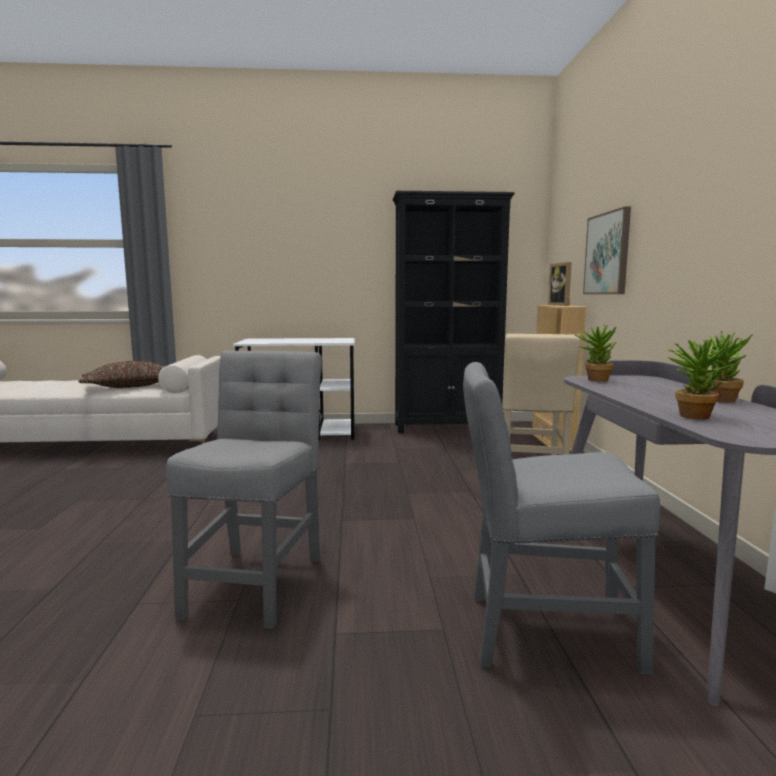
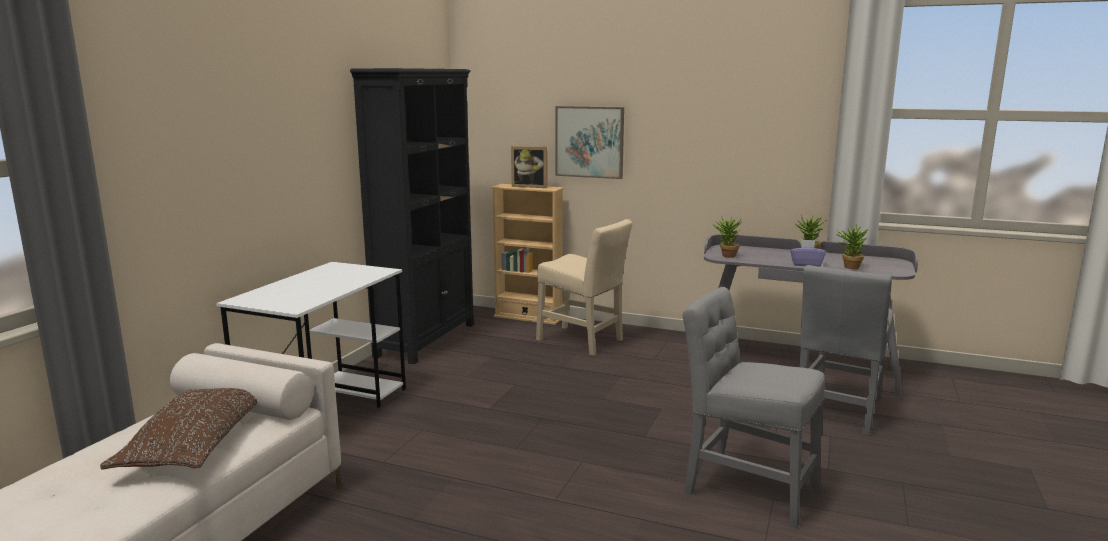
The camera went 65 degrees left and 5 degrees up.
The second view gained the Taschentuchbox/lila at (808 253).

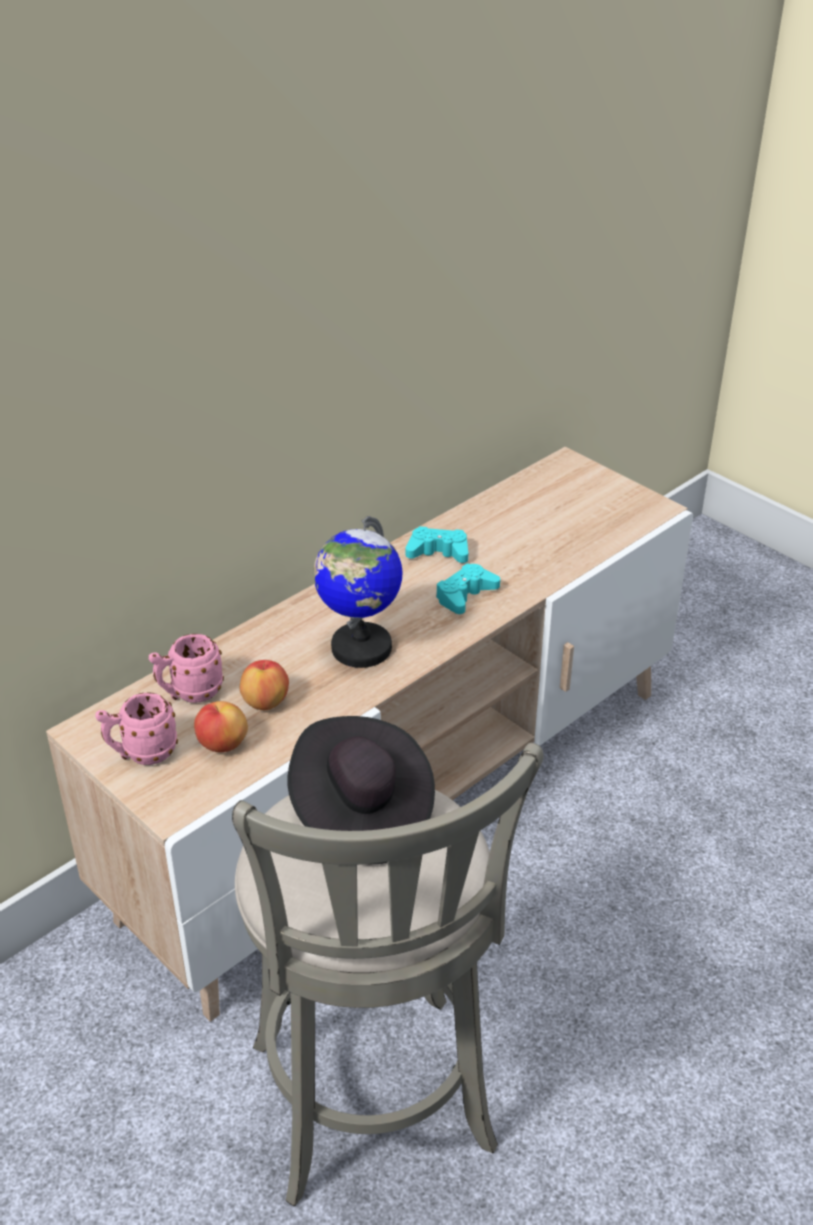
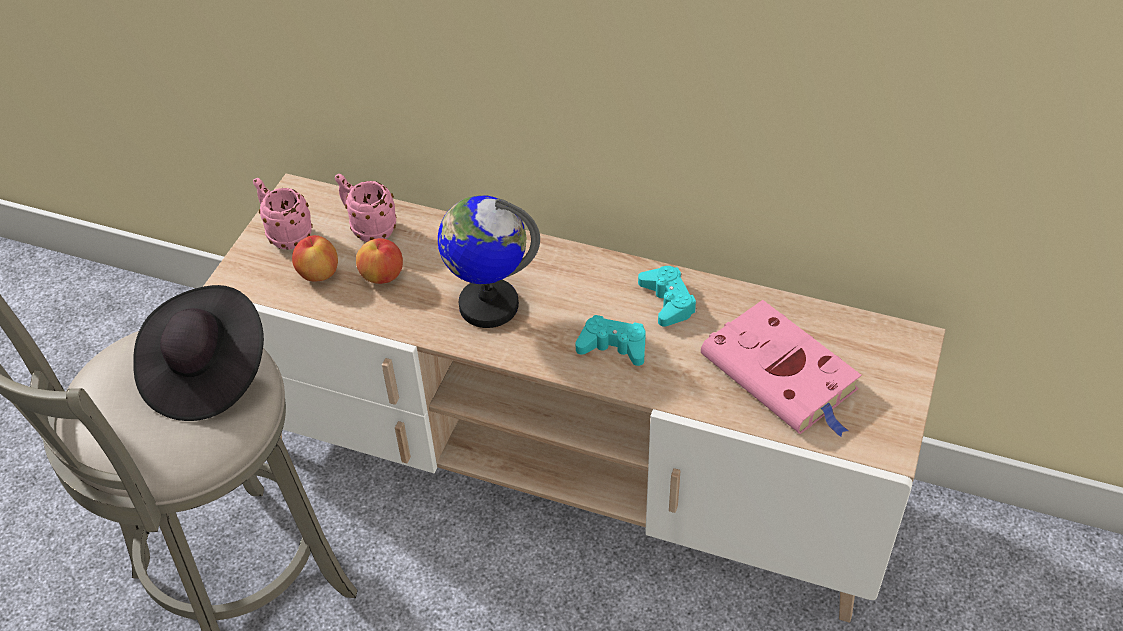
The camera went 65 degrees right and 10 degrees up.
The second view gained the Buch/rosa at (781 368).

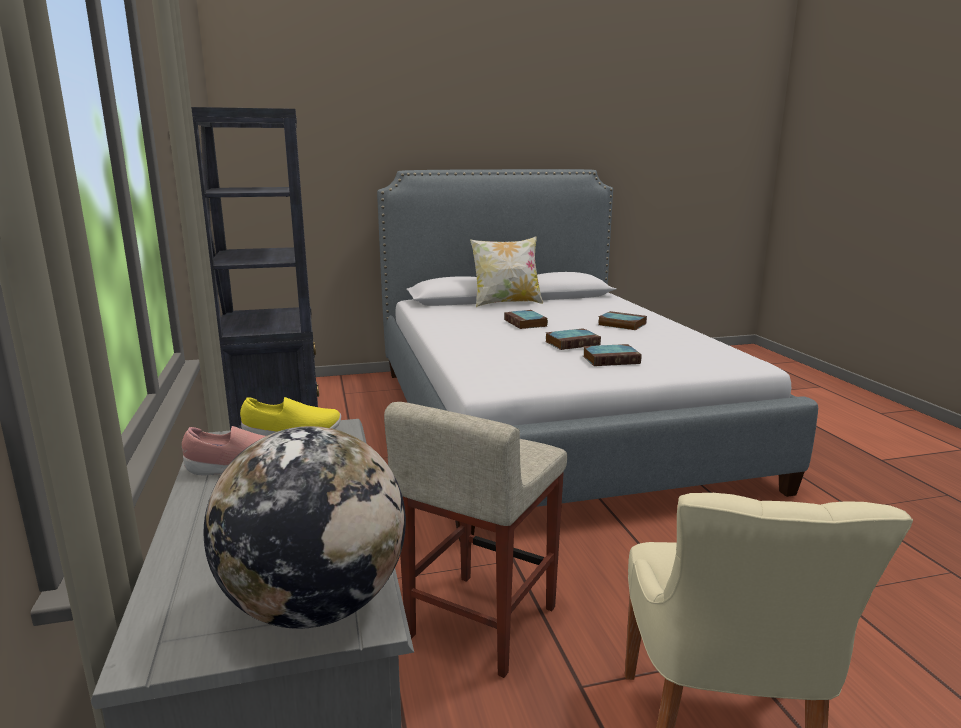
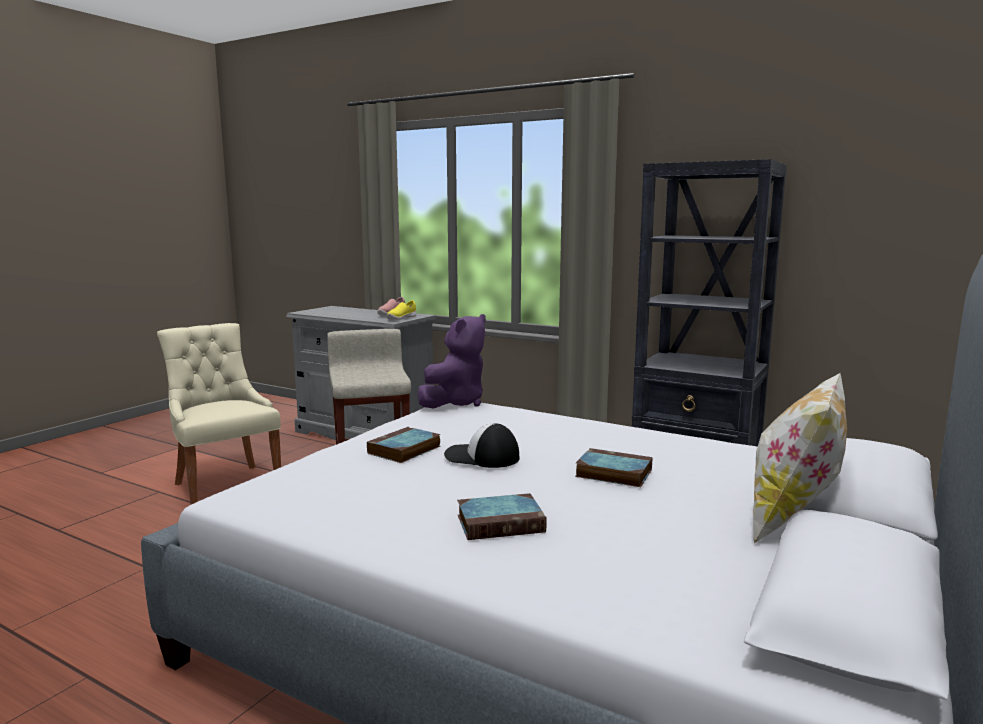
The camera went 135 degrees right and 5 degrees down.
Where the Buch stood at (573 339), the Kappe came to stand at (481 446).
The second view lost the Globus at (305 527).
The second view gained the Plüschtier/lila at (451 361).

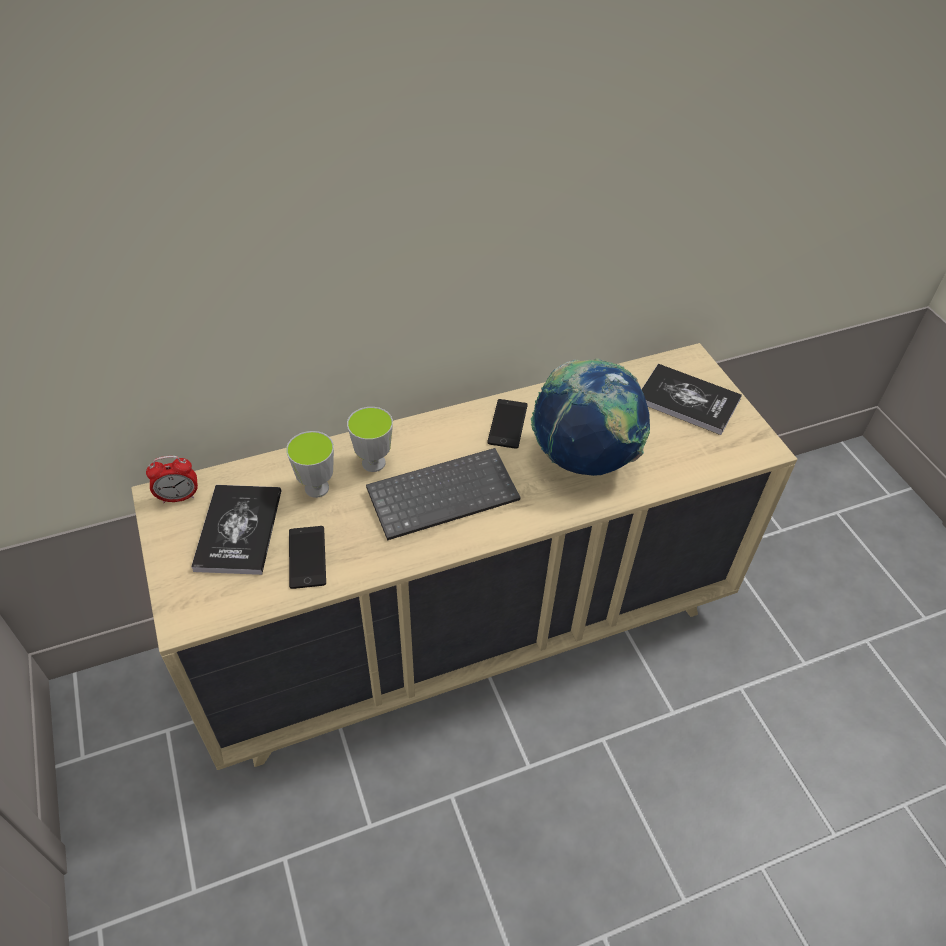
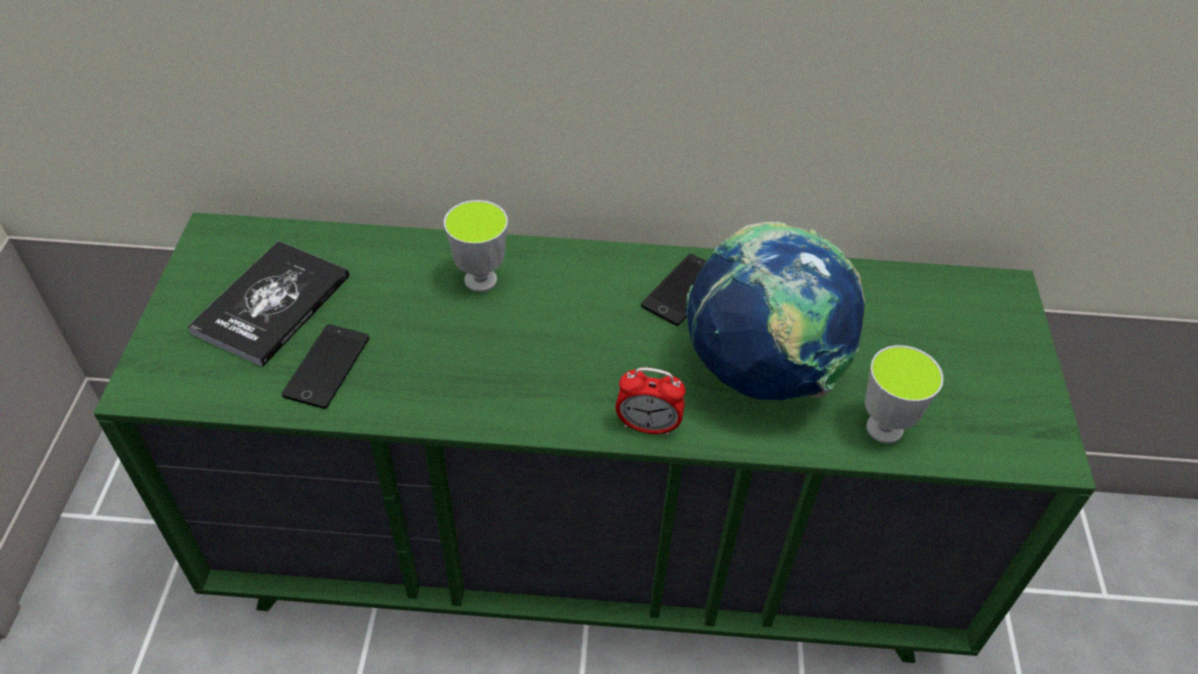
The camera went 25 degrees right and 0 degrees up.
What was the Kommode/beige at (464 556) turned into the Kommode/grün at (595 437).
The second view lost the Buch at (691 399).
The Tasse ended up elsewhere, having gone from (310 464) to (904 394).
The second view lost the Tastatur at (443 494).
The Wecker ended up elsewhere, having gone from (172 479) to (650 401).

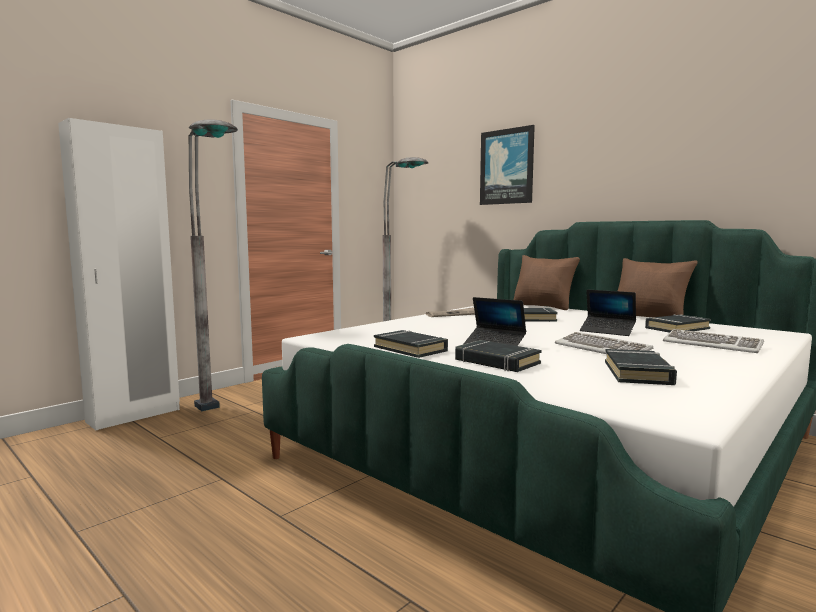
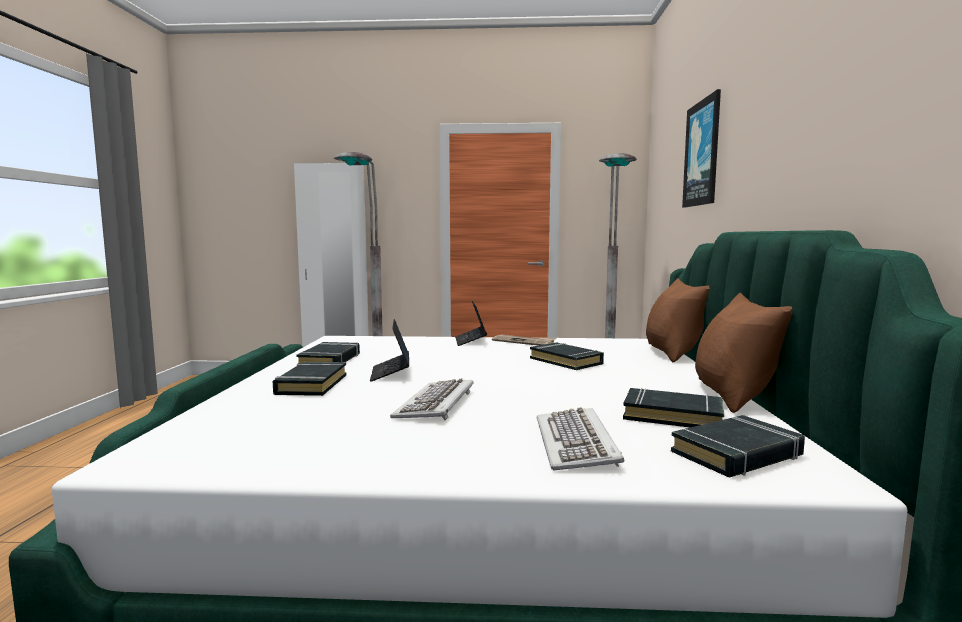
The camera went 50 degrees right and 0 degrees up.
The Laptop ended up elsewhere, having gone from (608 313) to (471 323).
The Buch/schwarz ended up elsewhere, having gone from (641 367) to (738 446).

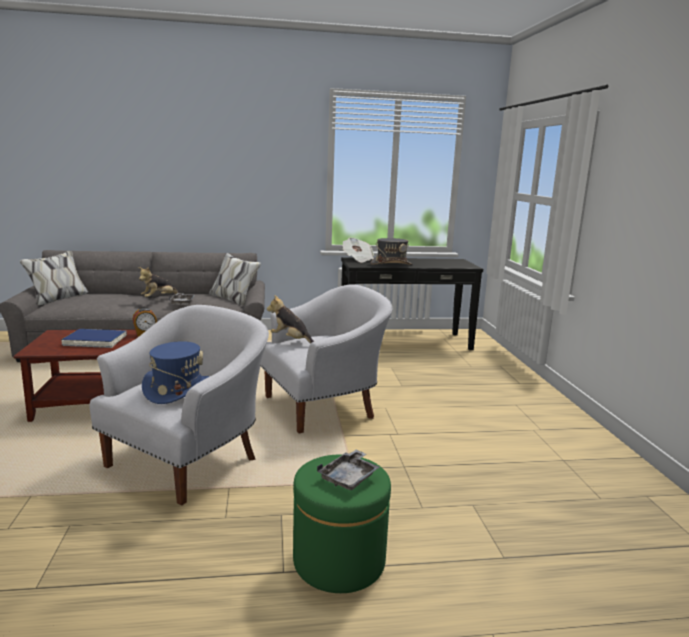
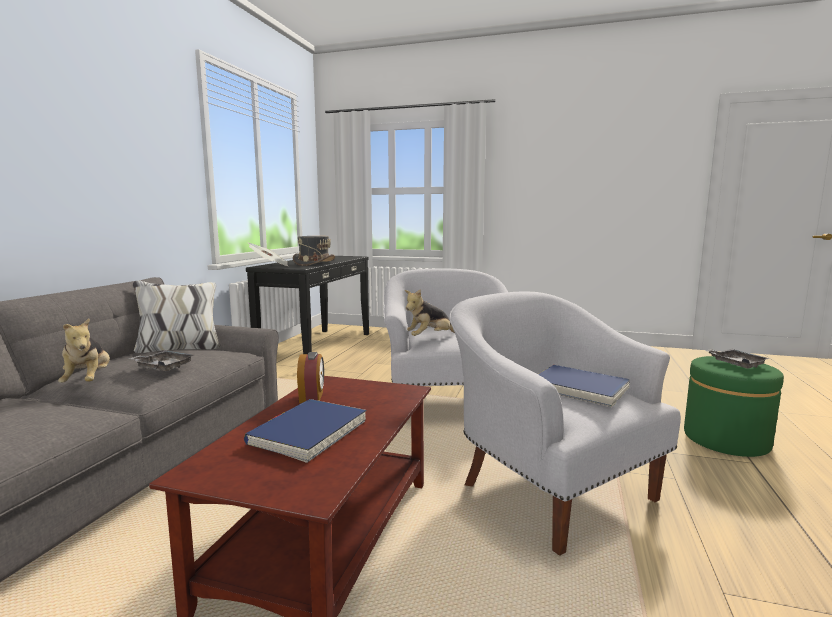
The camera went 65 degrees left and 5 degrees down.
Where the Hut/blau stood at (176 372), the Buch/blau came to stand at (584 386).

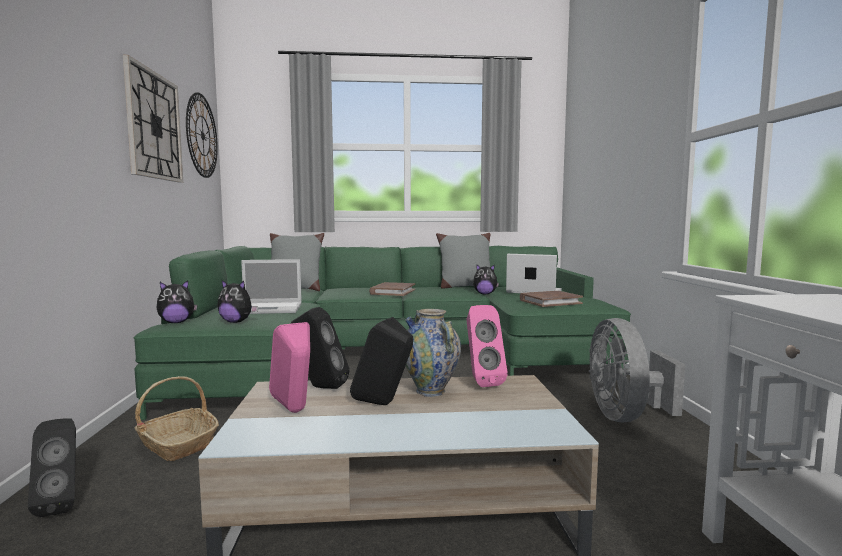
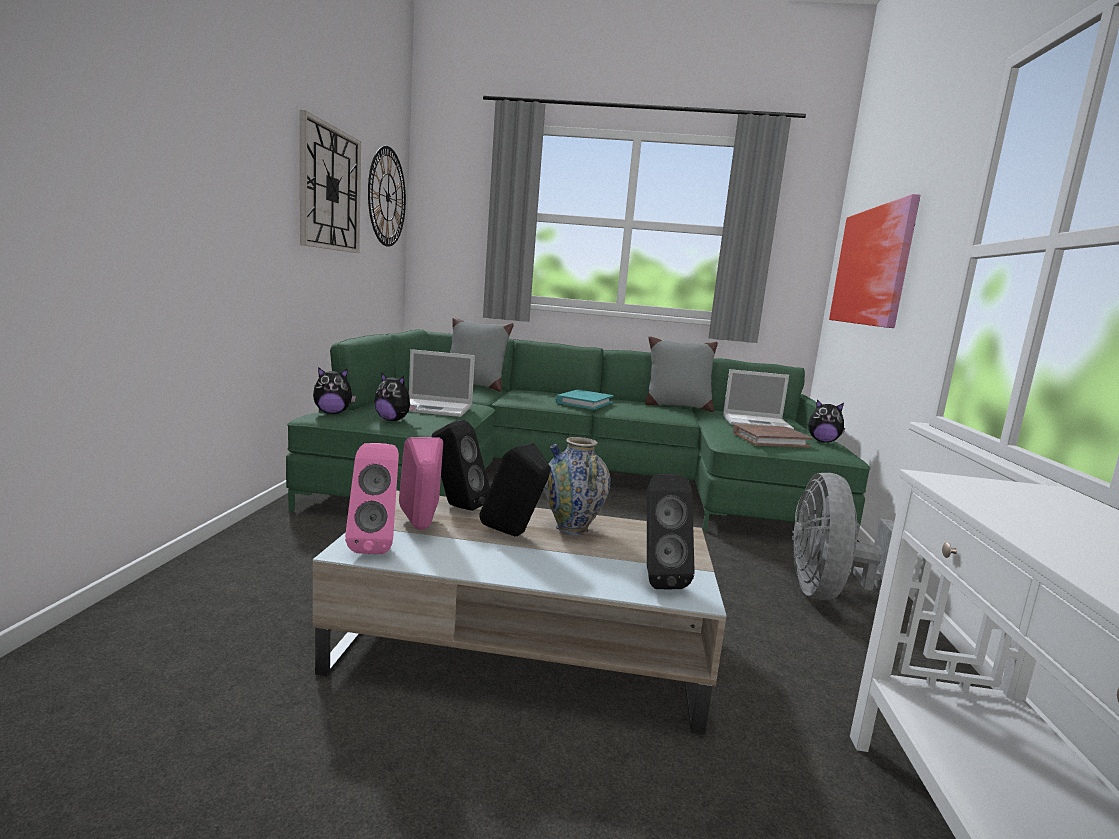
The camera went 10 degrees right and 5 degrees up.
The Laptop at (534 273) ended up facing another way, 150 degrees clockwise from before.
The Plüschtier ended up elsewhere, having gone from (486 279) to (827 420).
What was the Buch/braun at (392 289) turned into the Buch/türkis at (585 400).
The Lautsprecher/rosa ended up elsewhere, having gone from (487 346) to (372 498).
The second view lost the Korb at (177 418).
The Lautsprecher/schwarz ended up elsewhere, having gone from (52 468) to (671 531).
The second view gained the Bild at (874 261).

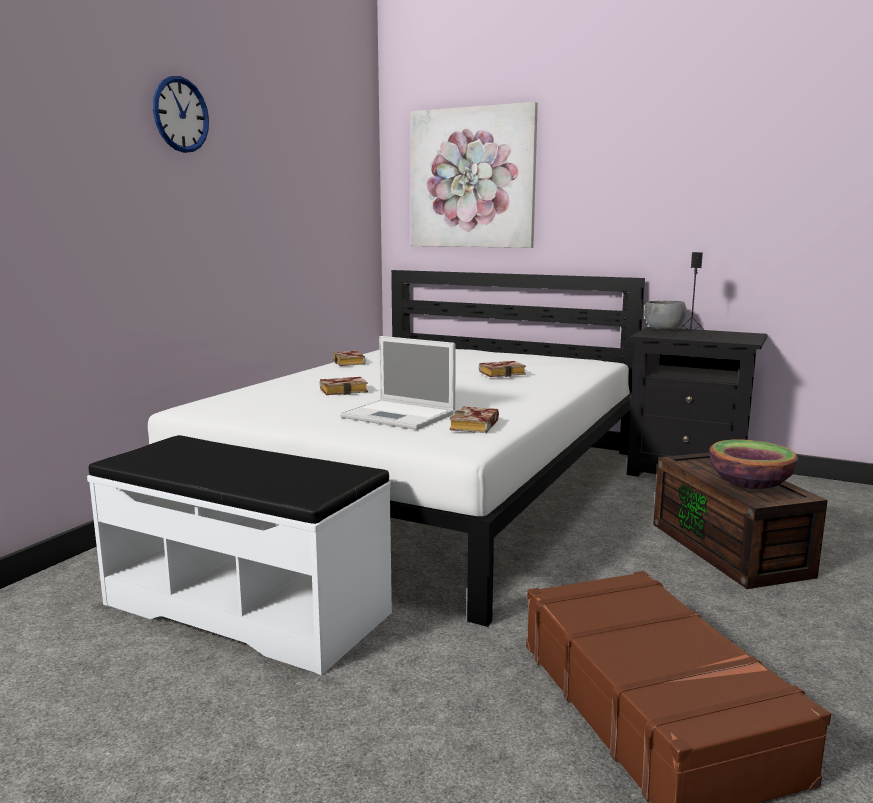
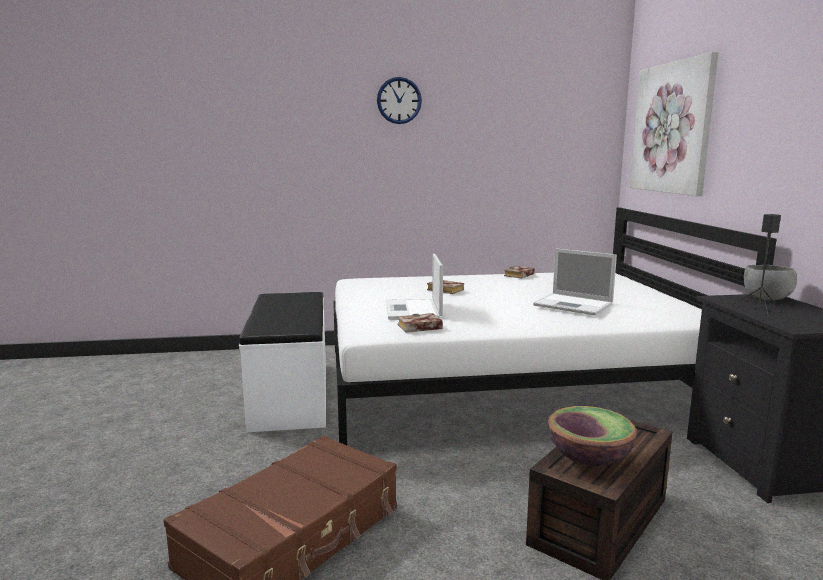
The camera went 55 degrees right and 0 degrees up.
Where the Buch stood at (502 369), the Laptop came to stand at (575 282).

